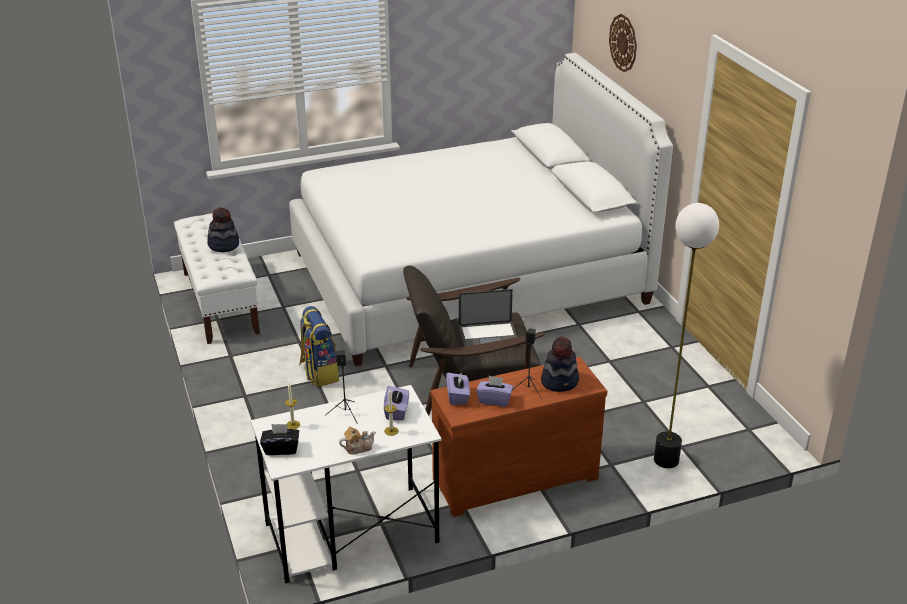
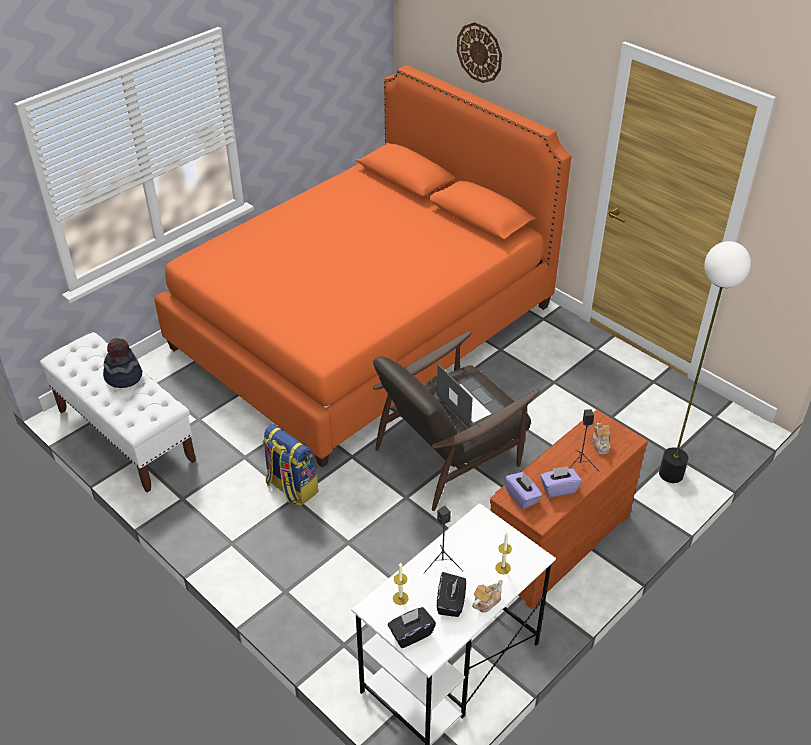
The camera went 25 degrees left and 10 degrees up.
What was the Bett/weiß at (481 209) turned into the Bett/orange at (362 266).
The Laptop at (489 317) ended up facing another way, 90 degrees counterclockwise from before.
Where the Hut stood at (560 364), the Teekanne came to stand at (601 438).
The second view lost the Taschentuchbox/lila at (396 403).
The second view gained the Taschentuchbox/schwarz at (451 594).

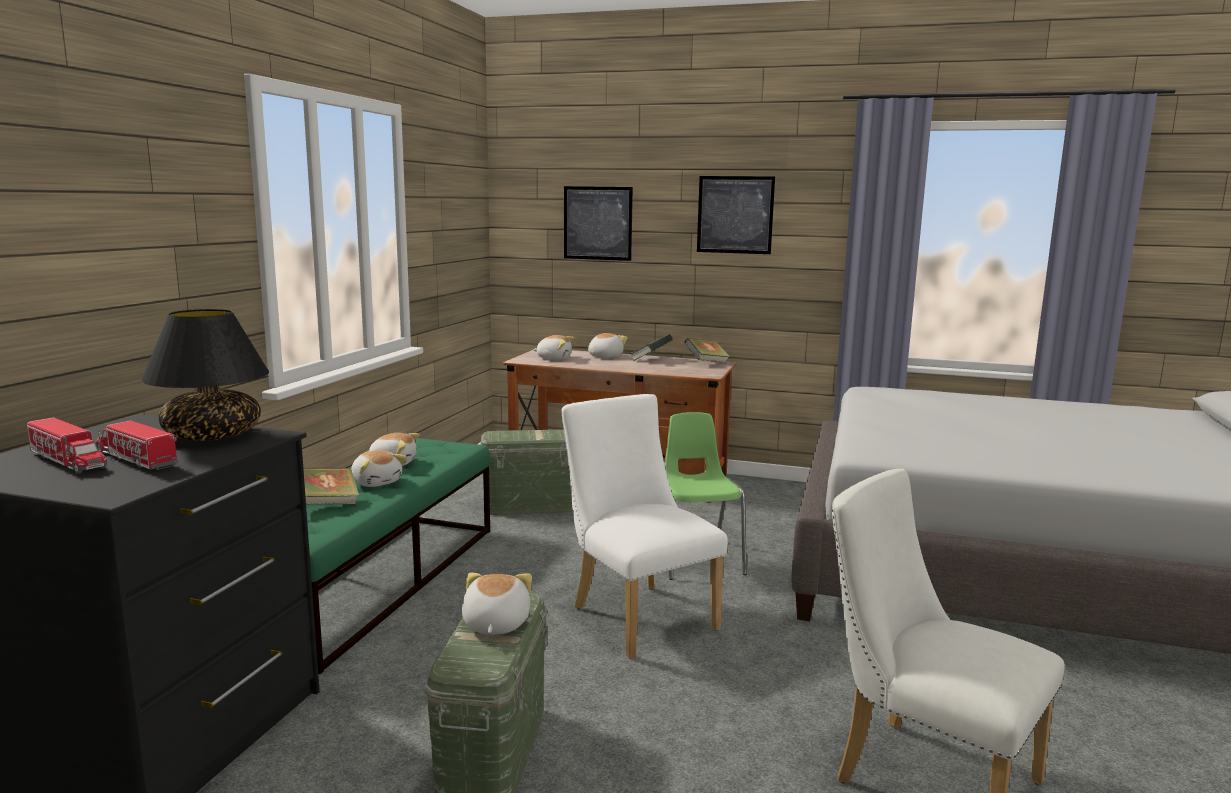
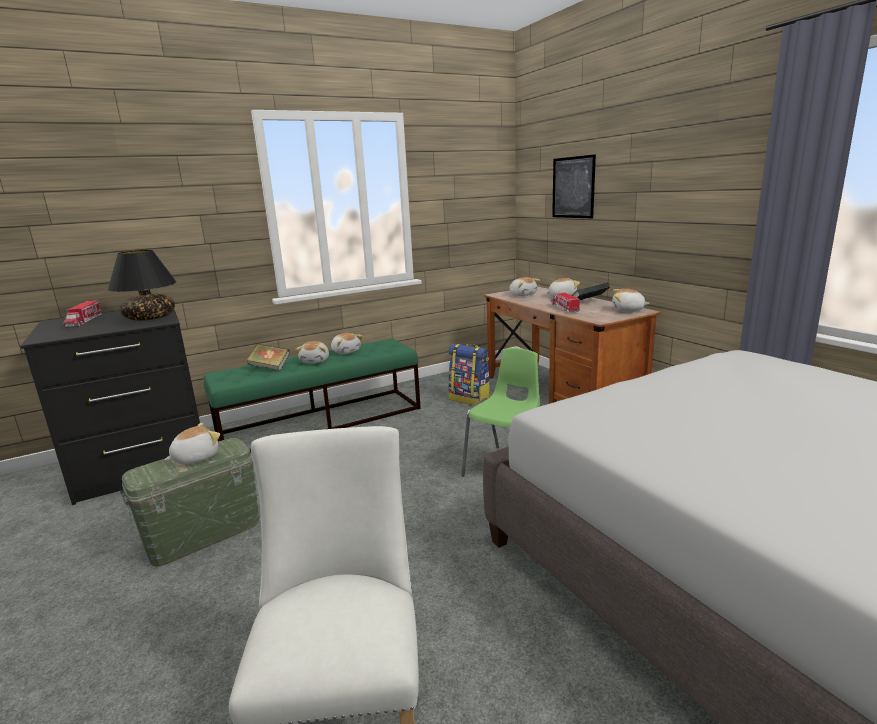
The camera went 45 degrees right and 5 degrees up.
The second view lost the Bild at (736 215).
Where the Buch stood at (707 350), the Plüschtier came to stand at (631 300).
The second view lost the Stuhl/weiß at (645 526).
The Spielzeuglaster ended up elsewhere, having gone from (136 445) to (565 302).
Where the Aufbewahrungsbox/grün stood at (526 472), the Rucksack came to stand at (469 374).

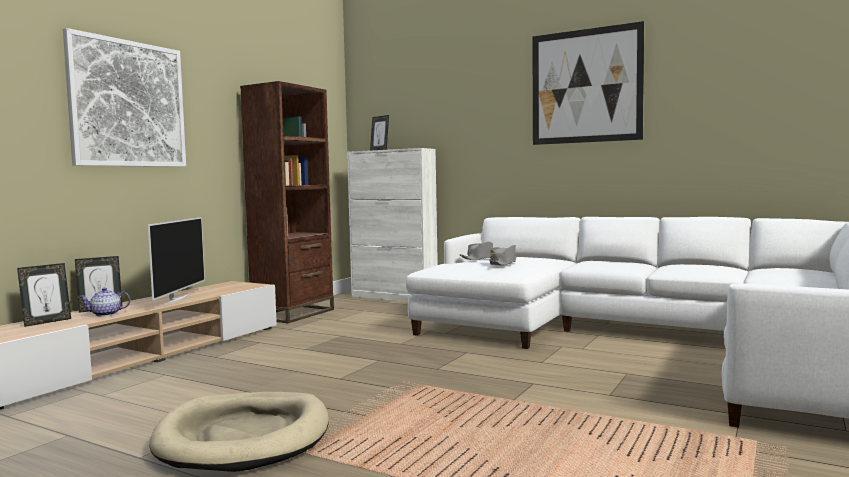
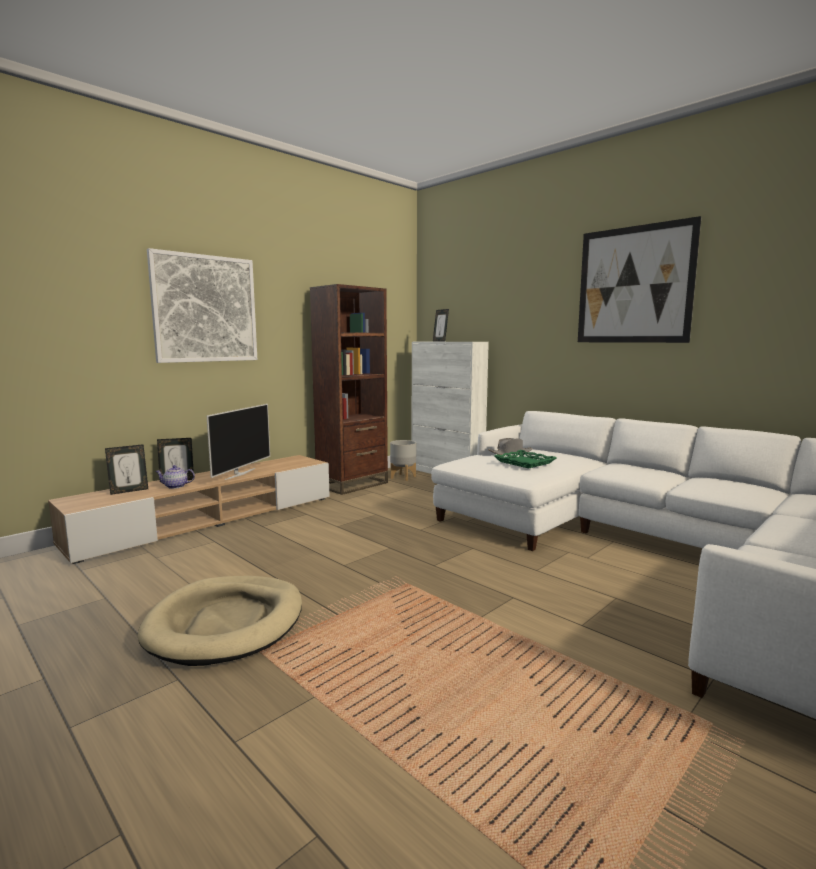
The camera went 15 degrees right and 5 degrees up.
Where the Hut/grau stood at (502 255), the Tablett/grün came to stand at (525 459).
The second view gained the Pflanzkübel/grau at (403 460).

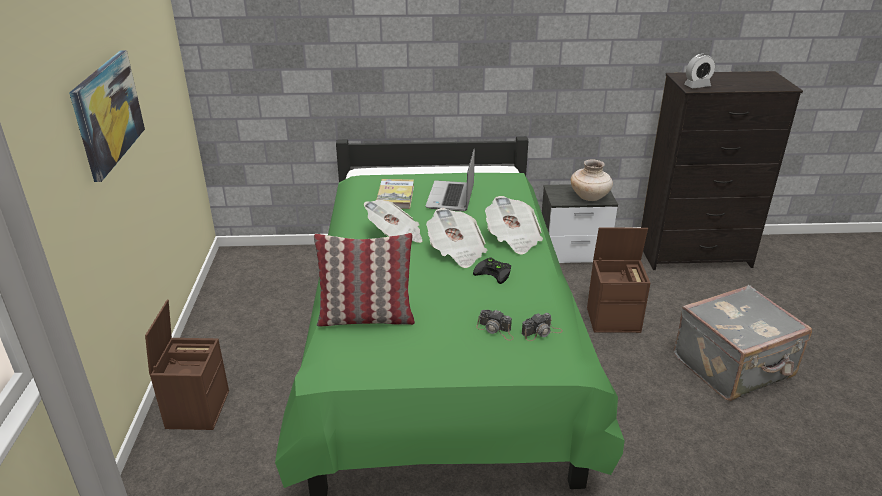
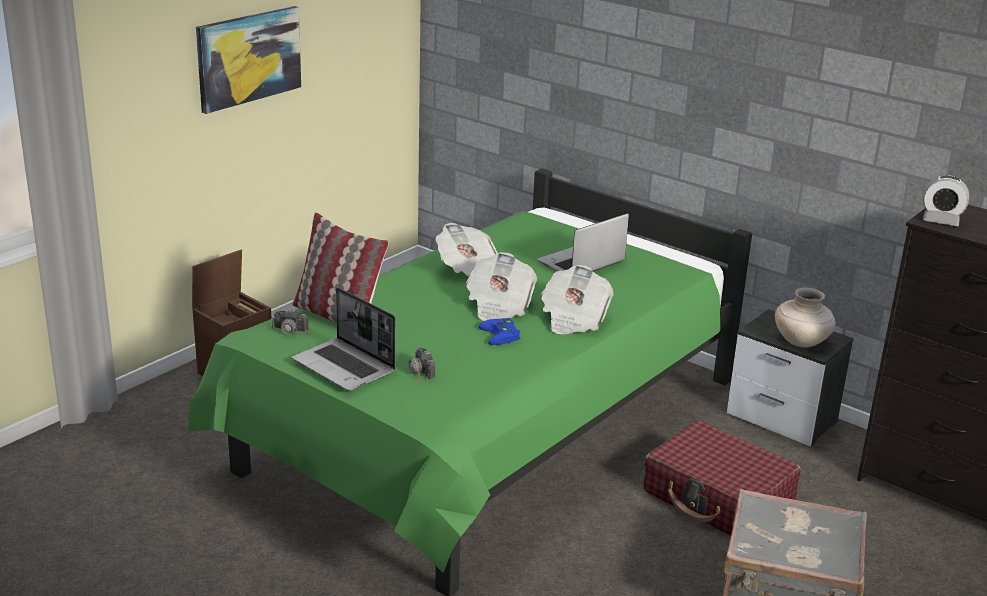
The camera went 40 degrees right and 5 degrees down.
The second view lost the Buch at (395 194).
Where the Aufbewahrungsbox/braun stood at (618 280), the Koffer/rot came to stand at (722 478).
What was the Gamepad/schwarz at (492 270) turned into the Gamepad/blau at (499 331).
The Kamera ended up elsewhere, having gone from (542 327) to (291 323).
The second view gained the Laptop at (344 339).

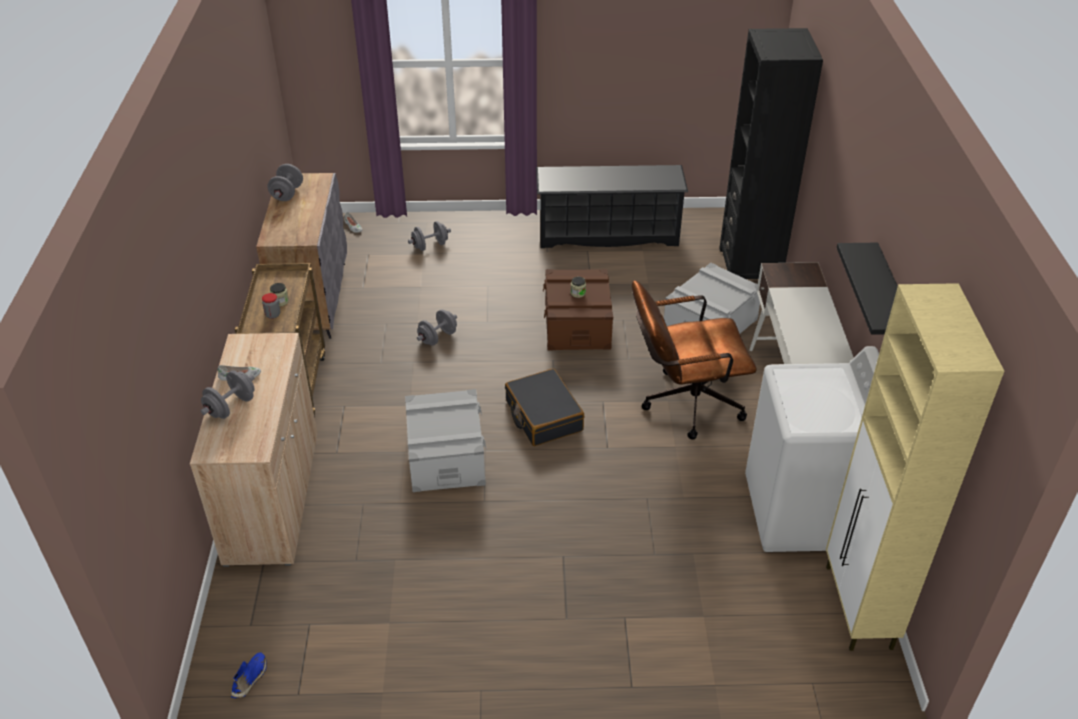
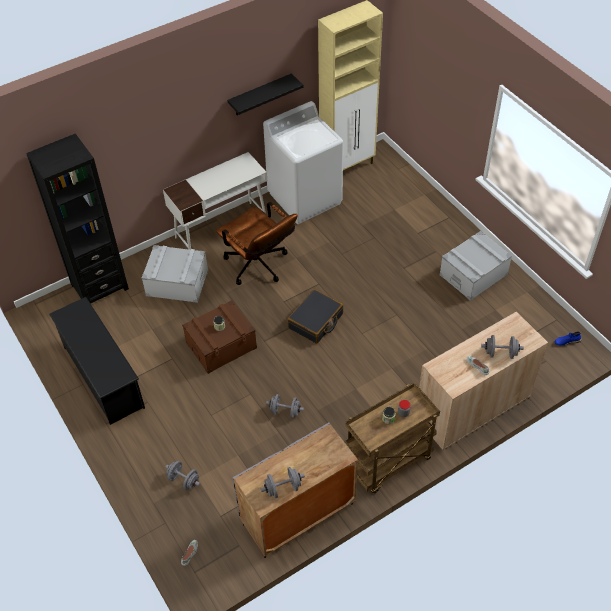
The camera went 120 degrees left and 10 degrees up.
The Aufbewahrungsbox/grau ended up elsewhere, having gone from (445 440) to (476 266).

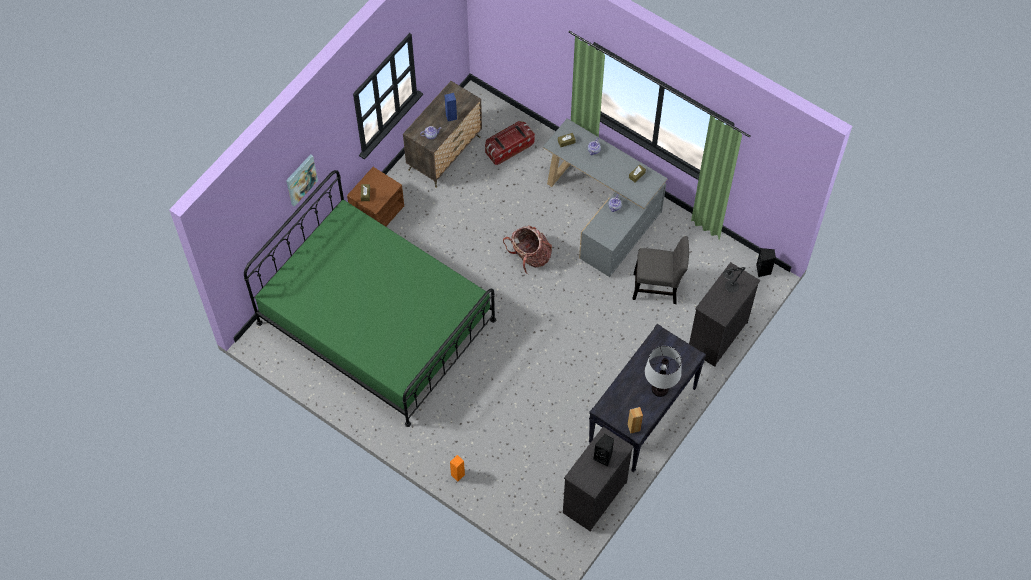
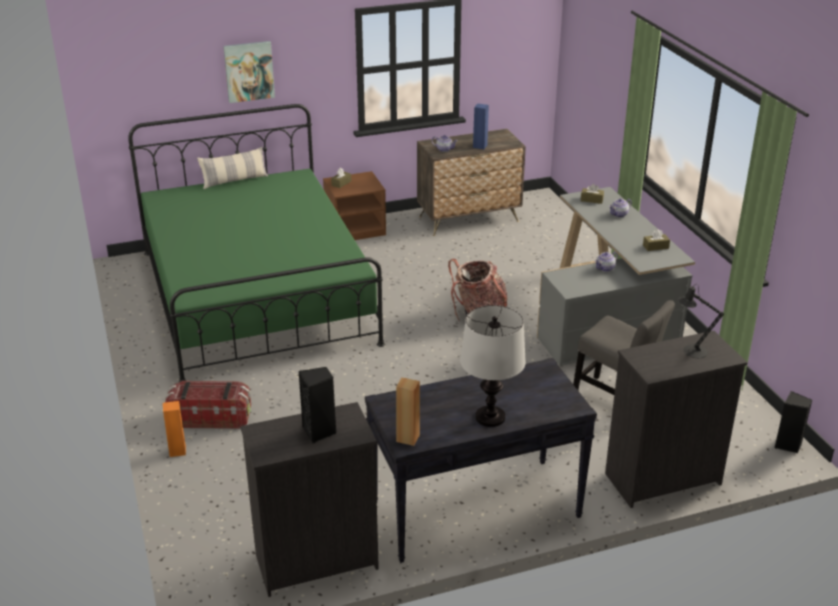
The camera went 35 degrees right and 30 degrees down.
The Aufbewahrungsbox ended up elsewhere, having gone from (510 143) to (208 405).
The second view gained the Kissen at (232 167).

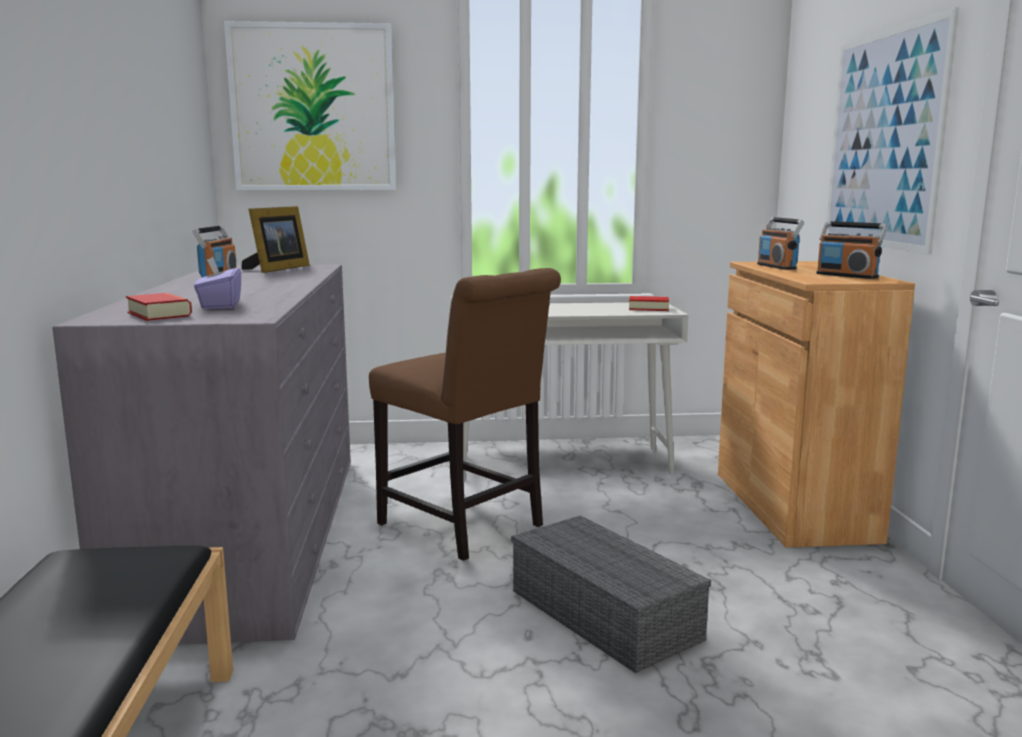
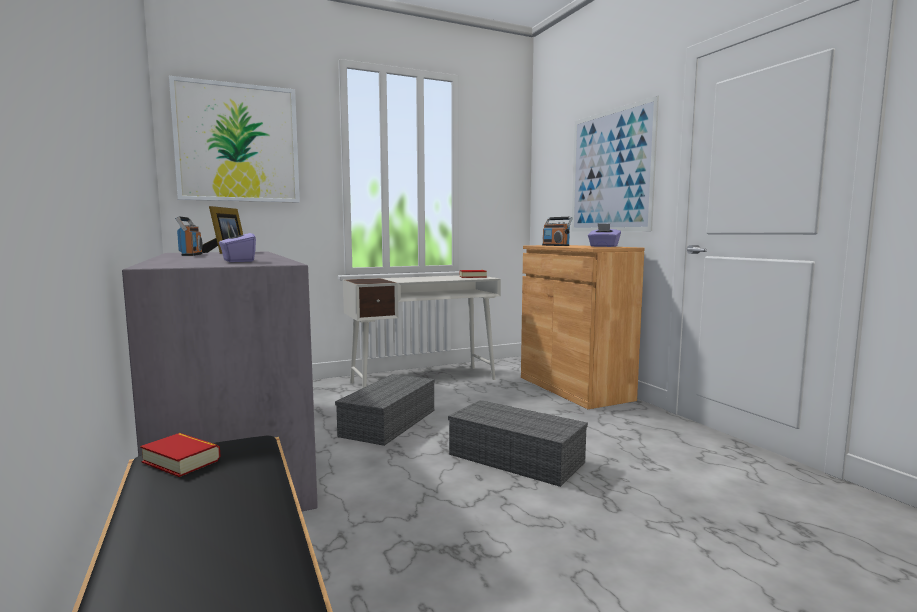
The camera went 20 degrees left and 5 degrees down.
Where the Radio stood at (851 250), the Taschentuchbox/lila came to stand at (604 235).
Where the Stuhl/braun stood at (465 414), the Aufbewahrungsbox/grau came to stand at (385 410).
The Buch ended up elsewhere, having gone from (159 307) to (180 455).

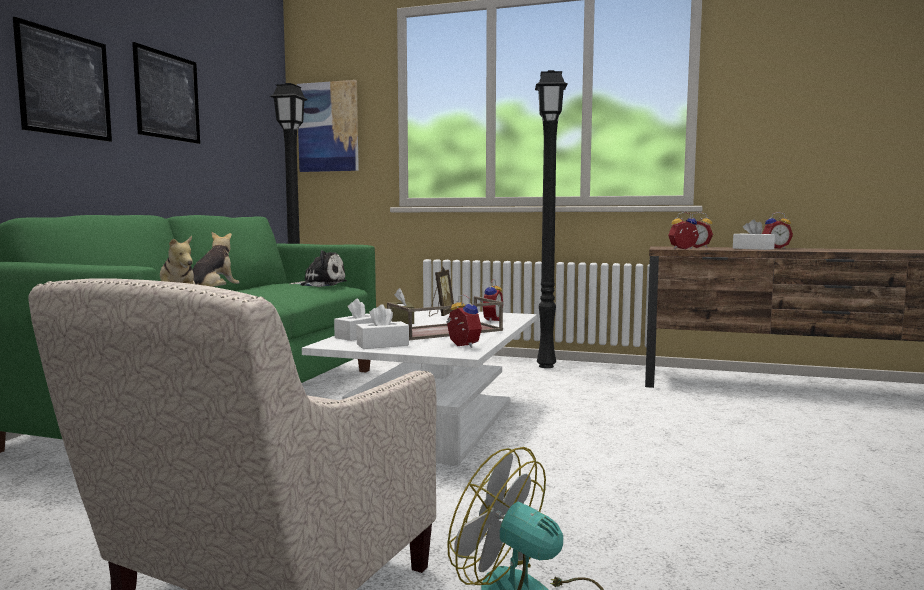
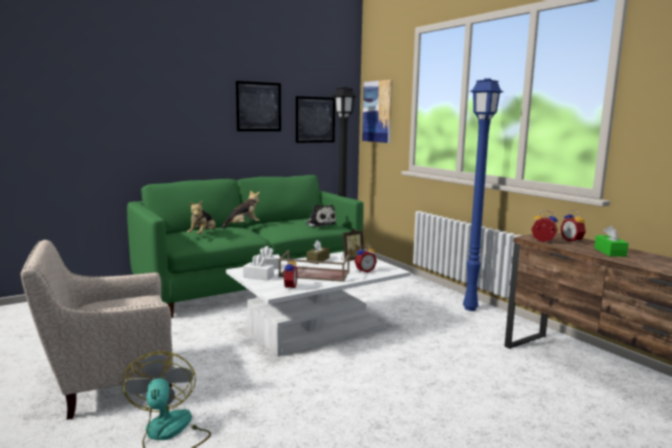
The camera went 40 degrees right and 5 degrees up.
The Bild ended up elsewhere, having gone from (62 79) to (315 119).
What was the Stehlampe/schwarz at (551 219) turned into the Stehlampe/blau at (483 194).
The second view lost the Wecker at (777 230).
What was the Taschentuchbox/weiß at (754 235) turned into the Taschentuchbox/grün at (611 241).

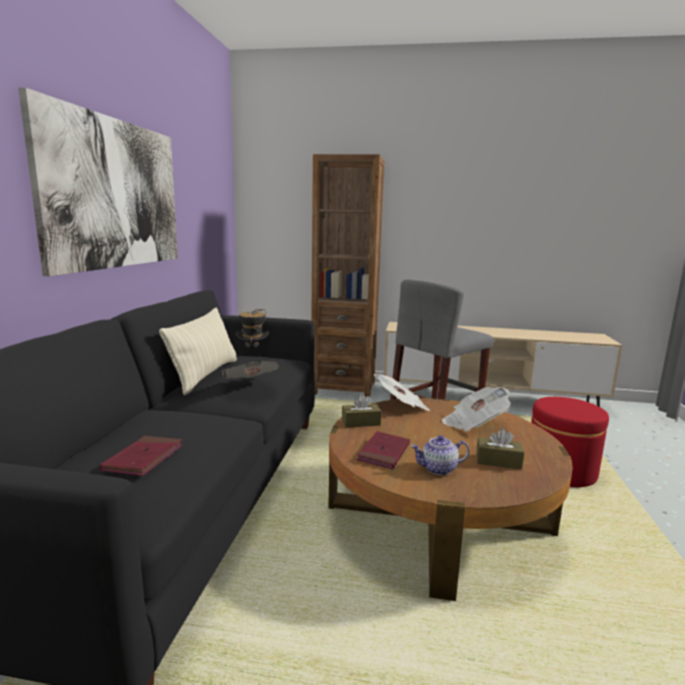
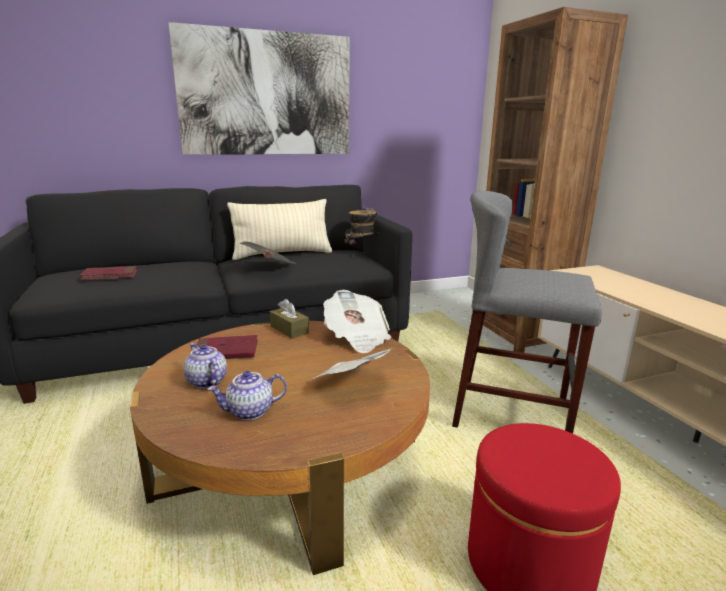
The camera went 60 degrees right and 5 degrees up.
Where the Taschentuchbox/braun stood at (500 449), the Teekanne came to stand at (247 395).

